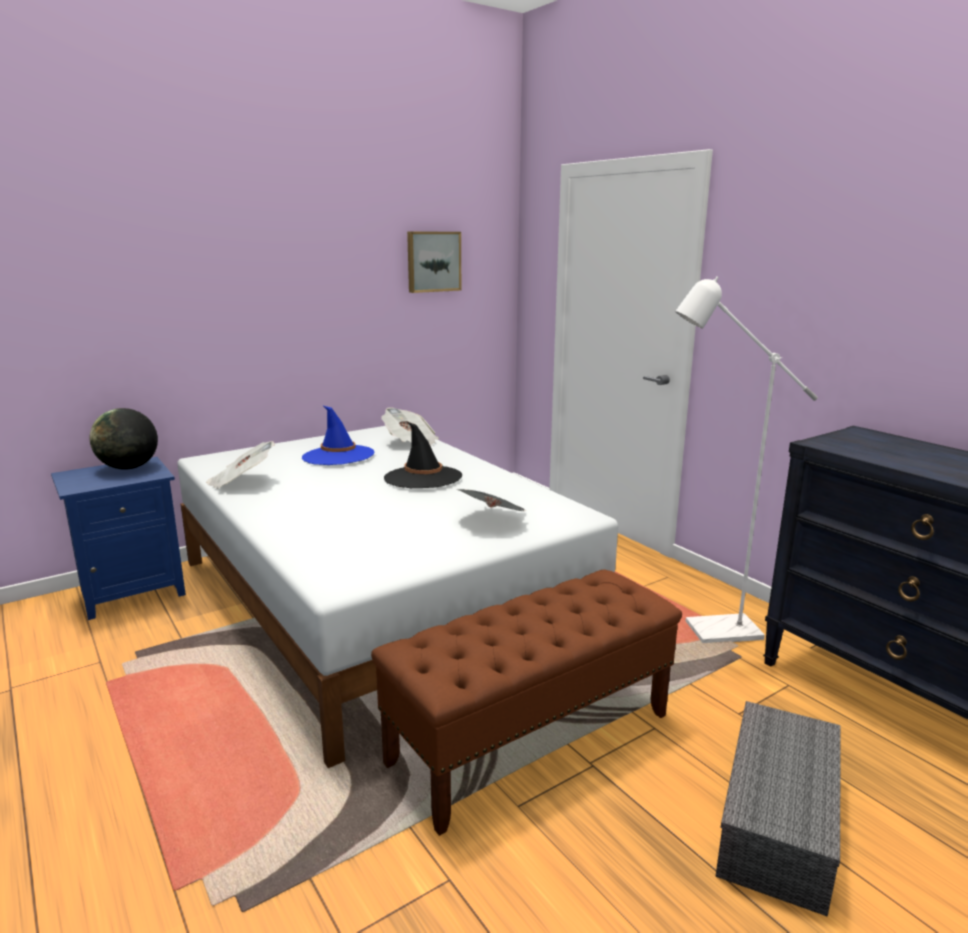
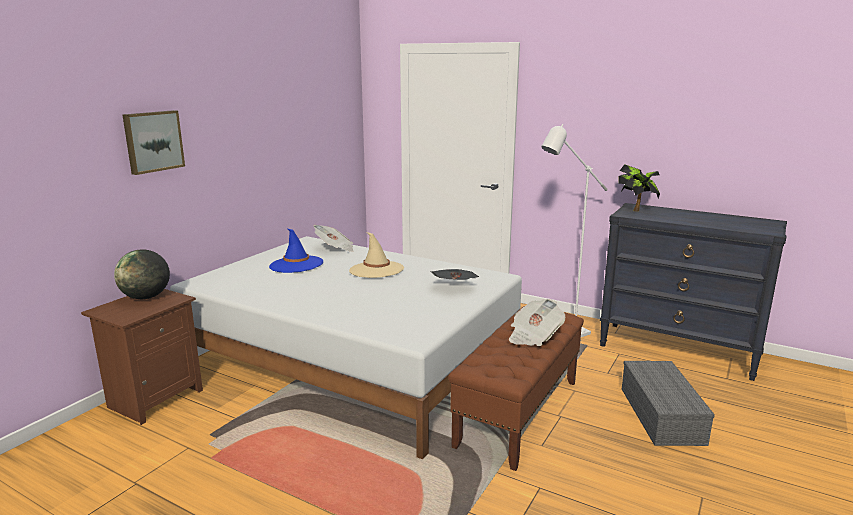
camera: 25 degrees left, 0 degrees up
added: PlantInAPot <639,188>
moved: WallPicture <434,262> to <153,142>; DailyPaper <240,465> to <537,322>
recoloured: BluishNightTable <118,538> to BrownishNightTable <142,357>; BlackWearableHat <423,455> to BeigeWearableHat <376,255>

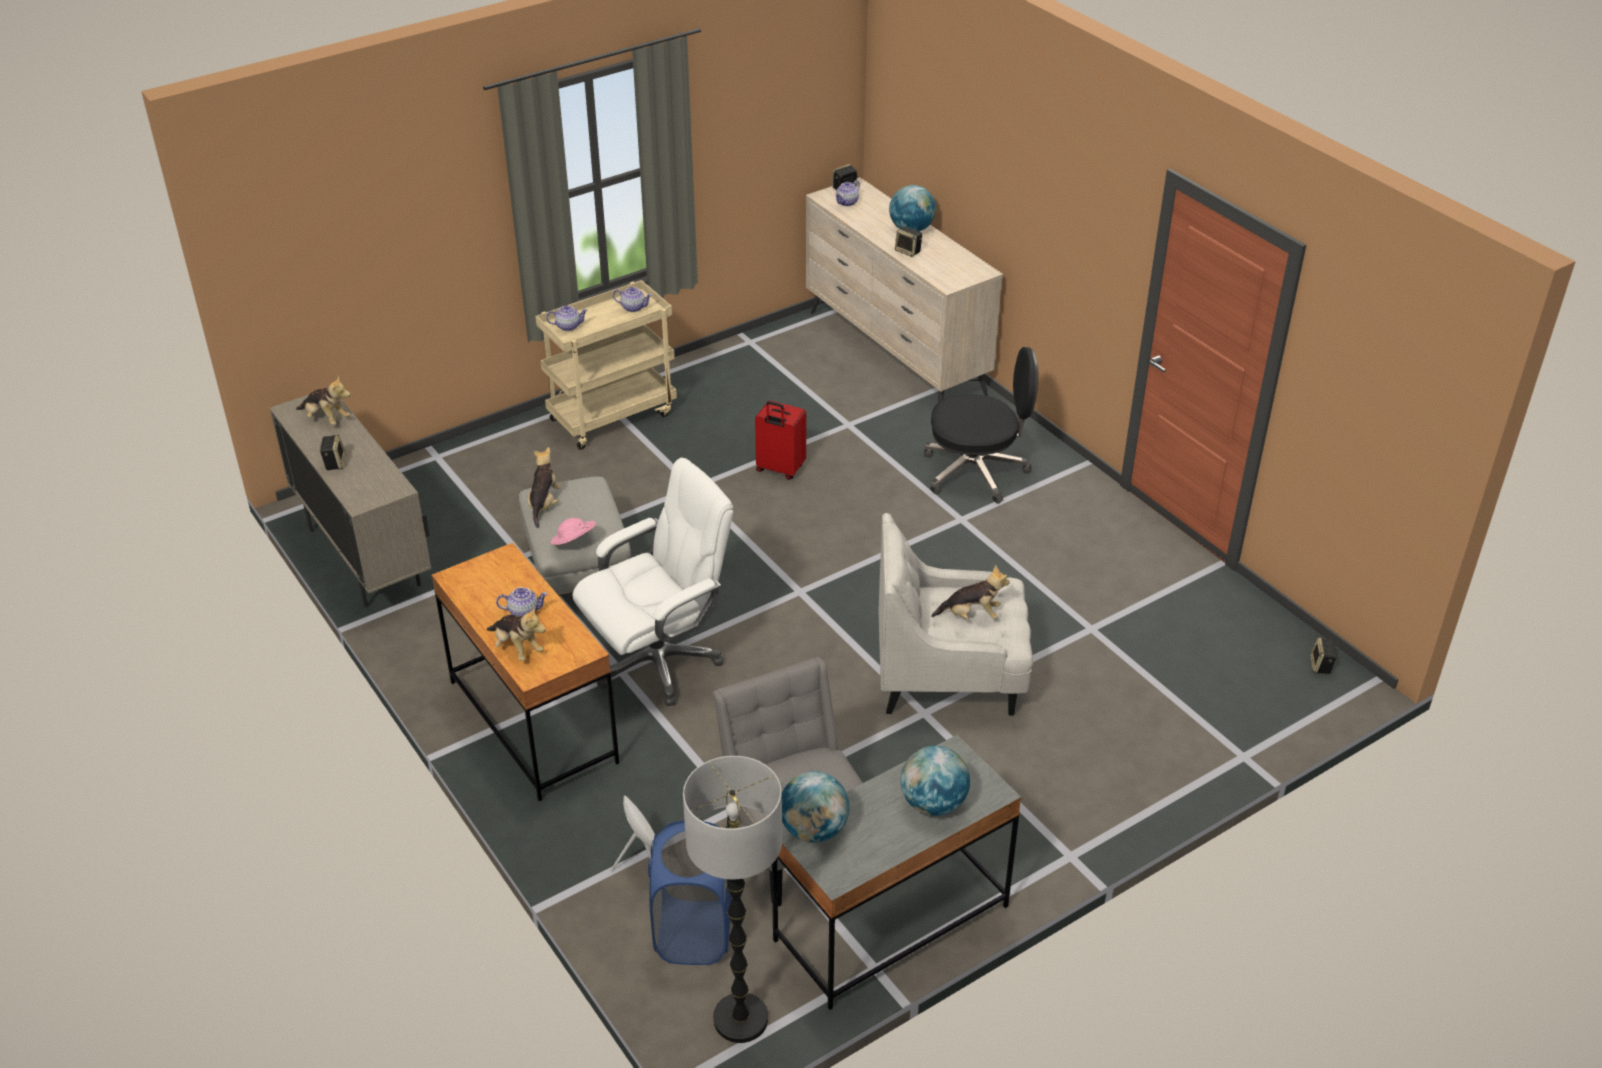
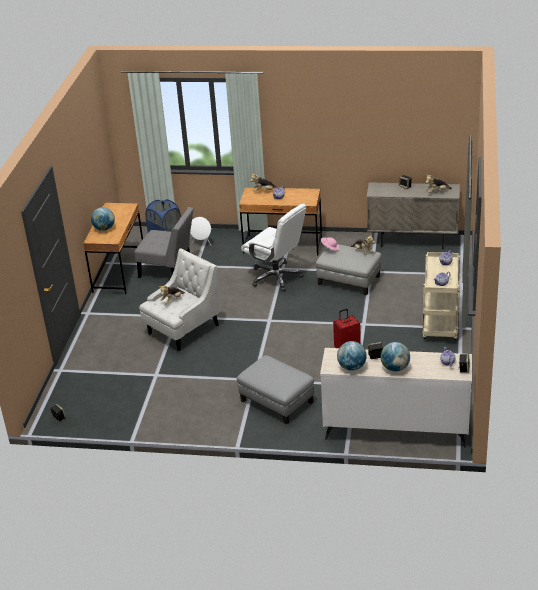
camera: 135 degrees right, 5 degrees down
removed: FloorLamp <732,899>
moved: Globe <815,807> to <352,356>
replaced: BlackComputerChair <981,425> to GreyishPouffe <275,390>
recoloured: GreyishDeskUnit <897,872> to BrownishDeskUnit <113,248>
turned: WhiteColouredComputerChair <653,582> = <273,247> 60 degrees counterclockwise

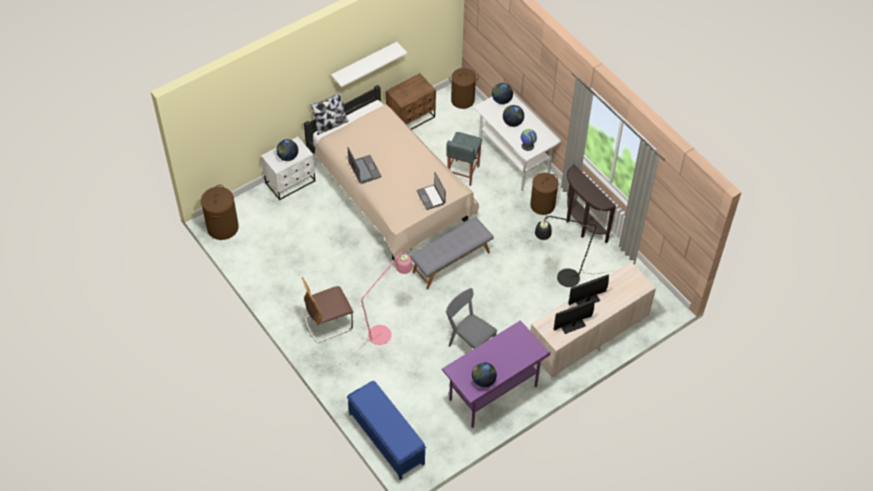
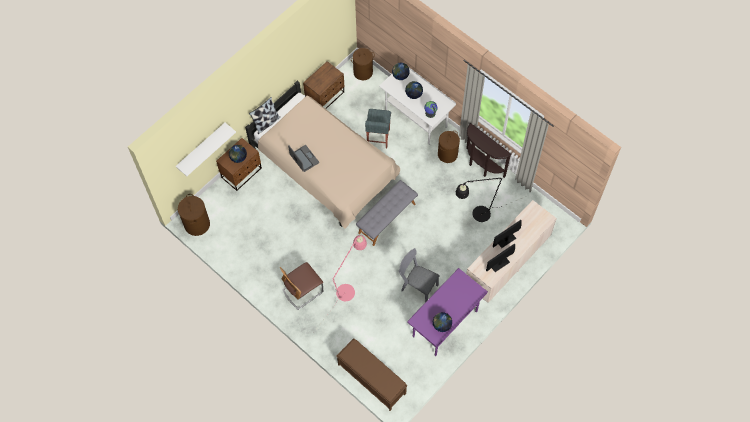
camera: 10 degrees left, 10 degrees up
removed: NotebookComputer <431,191>
moved: WhiteColouredBracketShelf <369,64> to <206,149>
recoloured: WhiteColouredNightTable <288,168> to BrownishNightTable <239,164>; BluishLongSeat <386,430> to BrownishLongSeat <372,374>

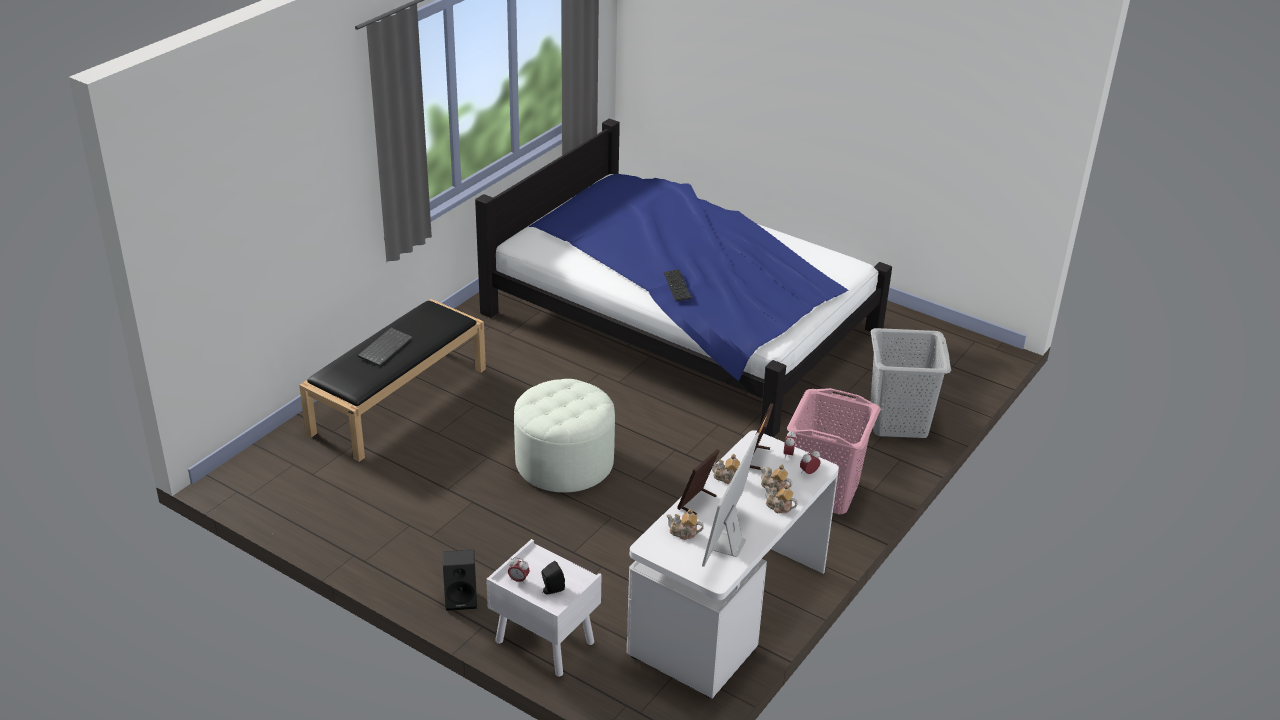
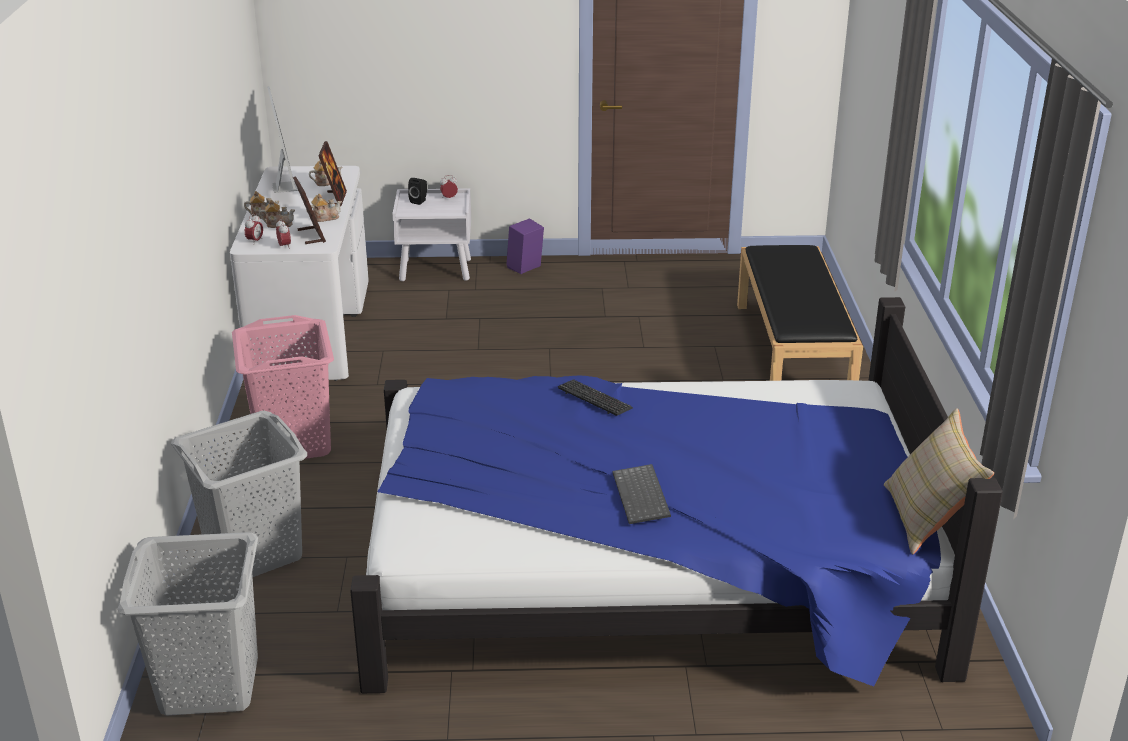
camera: 145 degrees right, 5 degrees down
removed: WhiteColouredPouffe <564,436>
added: GreyishLaundryBasket <188,624>; BeigePillow <939,481>
moved: ComputerKeyboard <385,347> to <641,494>
recoloured: BlackSpeaker <459,580> to PurplishSpeaker <525,246>

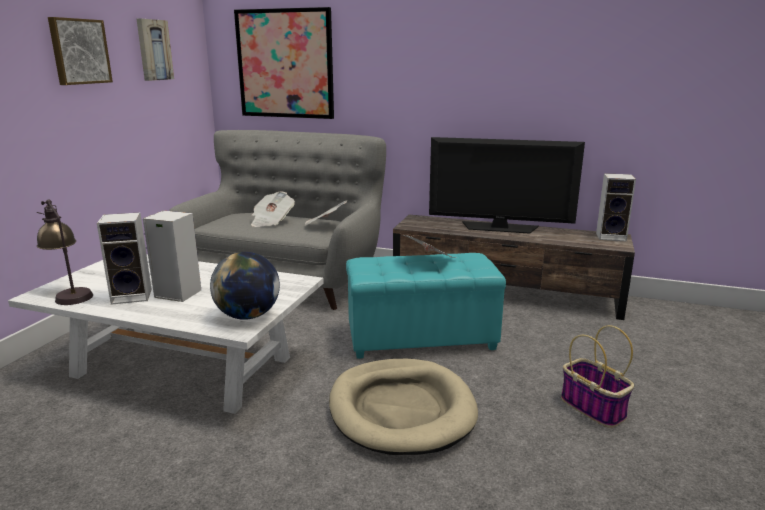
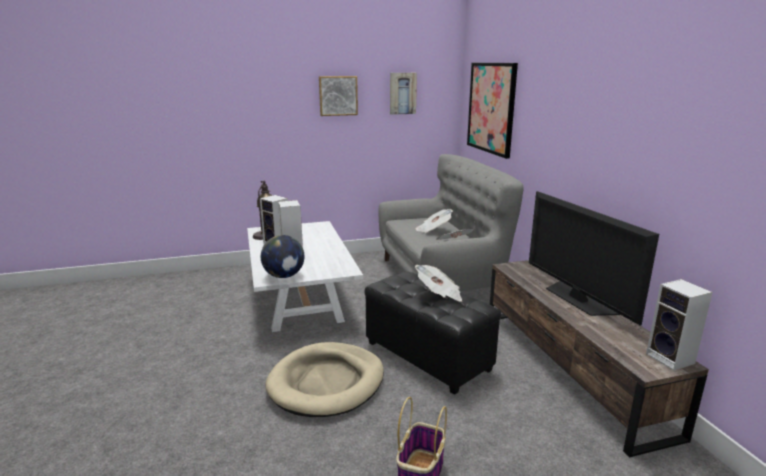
camera: 55 degrees right, 0 degrees up
recoloured: TurquoiseColouredPouffe <426,306> to BlackPouffe <433,333>

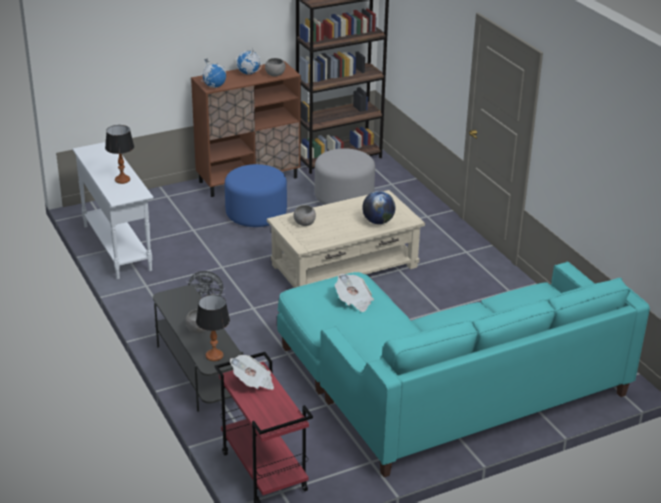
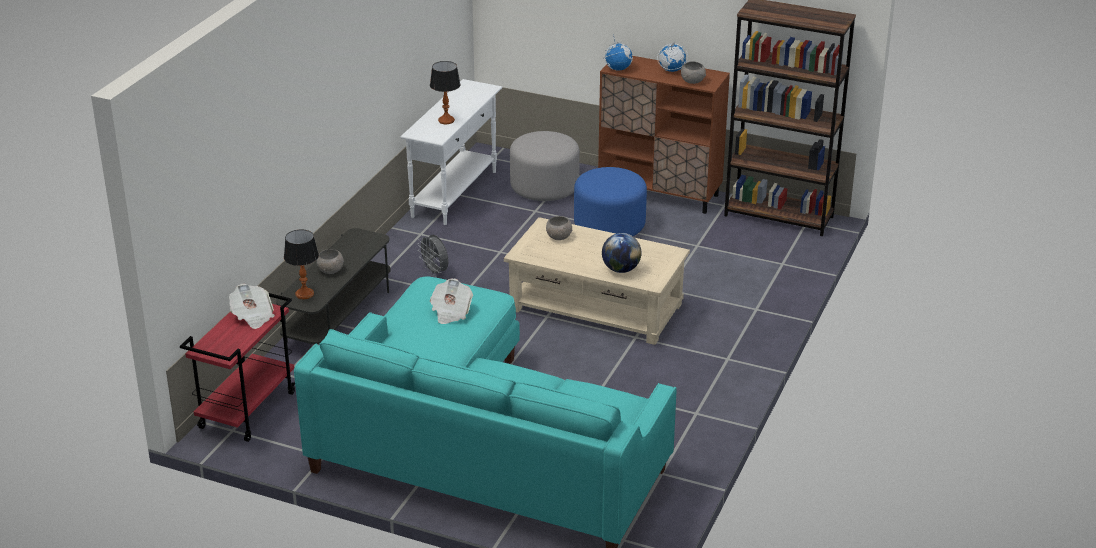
camera: 50 degrees right, 0 degrees up
moved: GreyishPouffe <345,176> to <545,166>

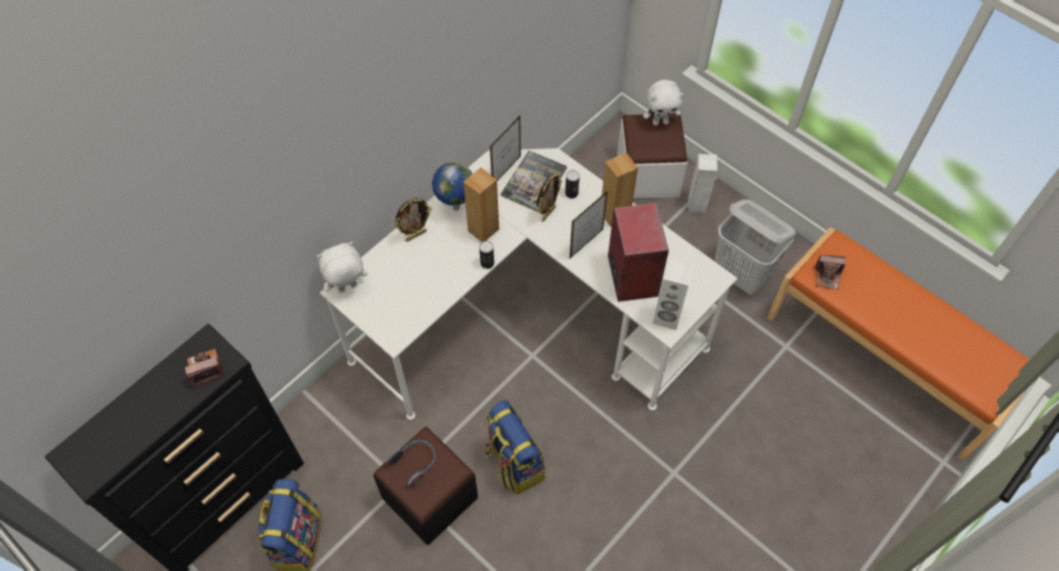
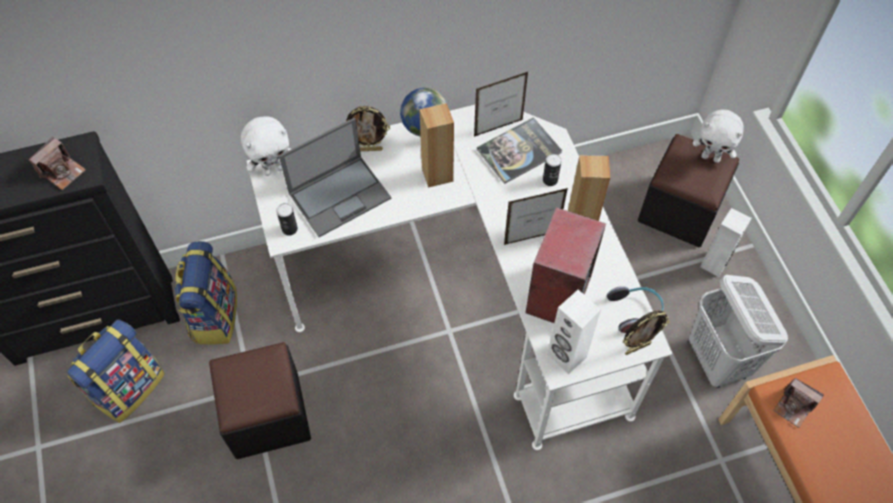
camera: 30 degrees right, 0 degrees up
added: NotebookComputer <335,177>
moved: Rucksack <515,447> to <206,293>; Can <486,255> to <287,219>; Headphones <411,463> to <635,309>; PhotoFrame <549,198> to <646,333>
recoloured: WhiteColouredPouffe <652,156> to BlackPouffe <689,190>
turned: StillCamera <205,368> = <57,163> 120 degrees clockwise; WhiteColouredPlushToy <342,267> = <266,146> 150 degrees clockwise

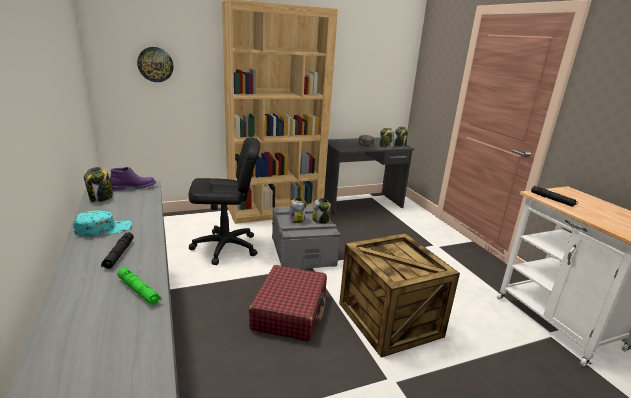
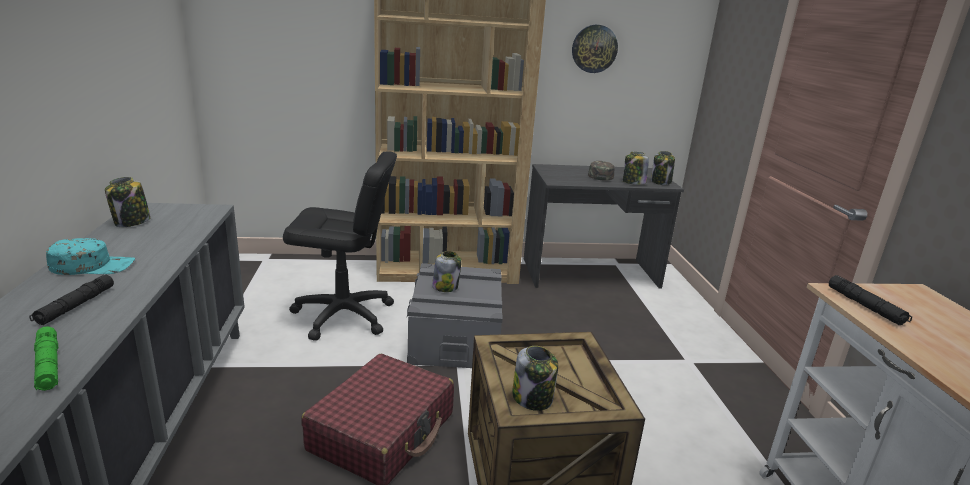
camera: 15 degrees right, 0 degrees up
removed: PurplishHighTopBoot <133,179>
moved: StorageJar <321,211> to <535,378>; HangingClock <155,64> to <595,49>

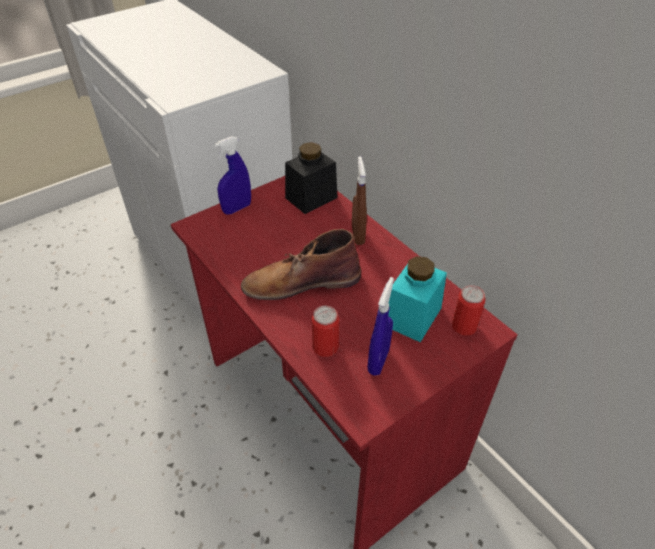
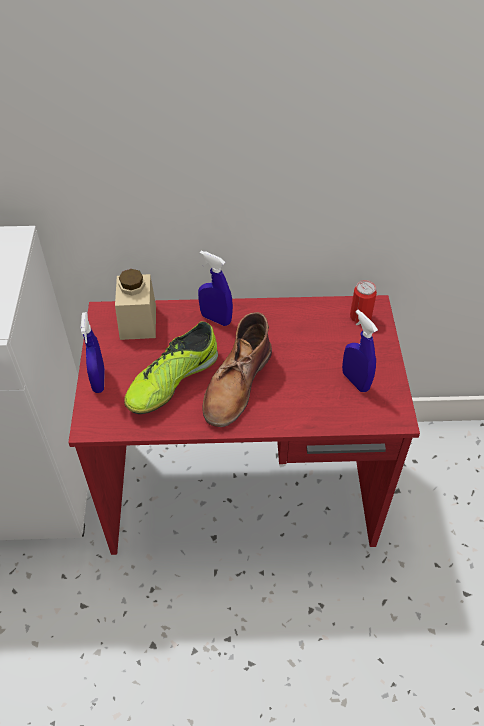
camera: 55 degrees left, 5 degrees up
removed: Can <325,331>; TurquoiseColouredStorageJar <417,299>
added: Shoe <171,367>
recoloured: BlackStorageJar <311,178> to BeigeStorageJar <135,304>; BrownishSprayer <359,200> to BluishSprayer <215,288>

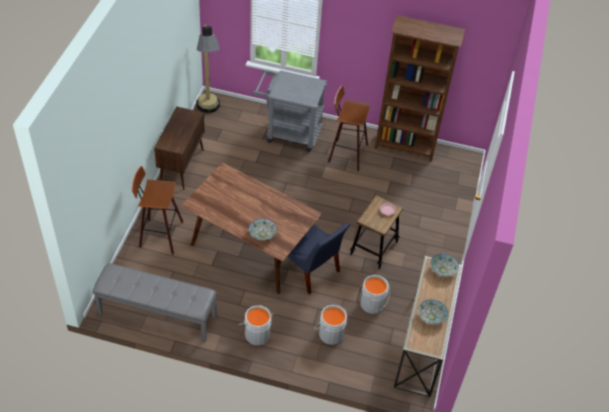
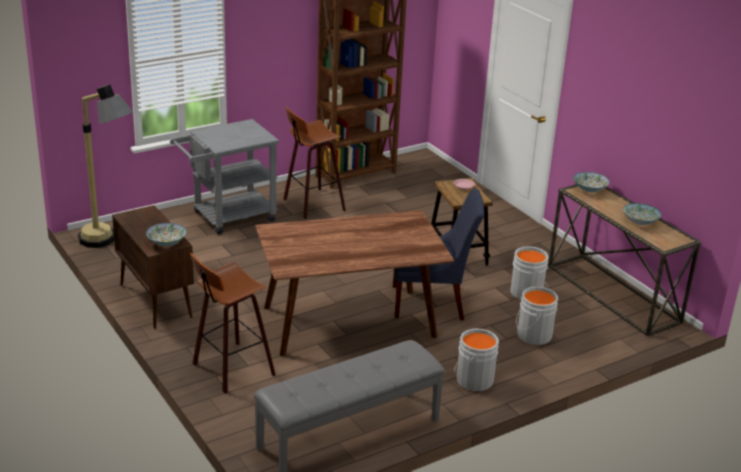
camera: 45 degrees left, 20 degrees down
moved: DeepDish <263,230> to <166,234>

